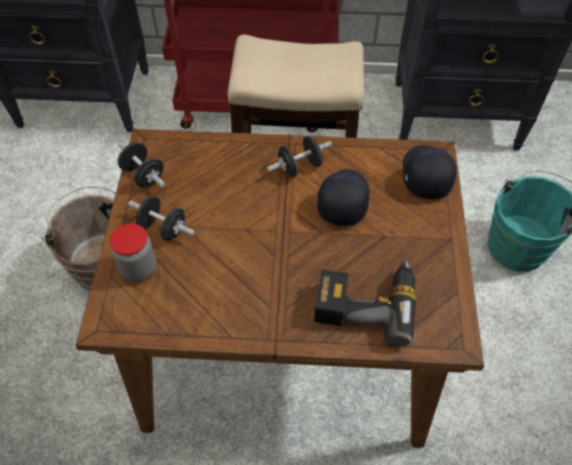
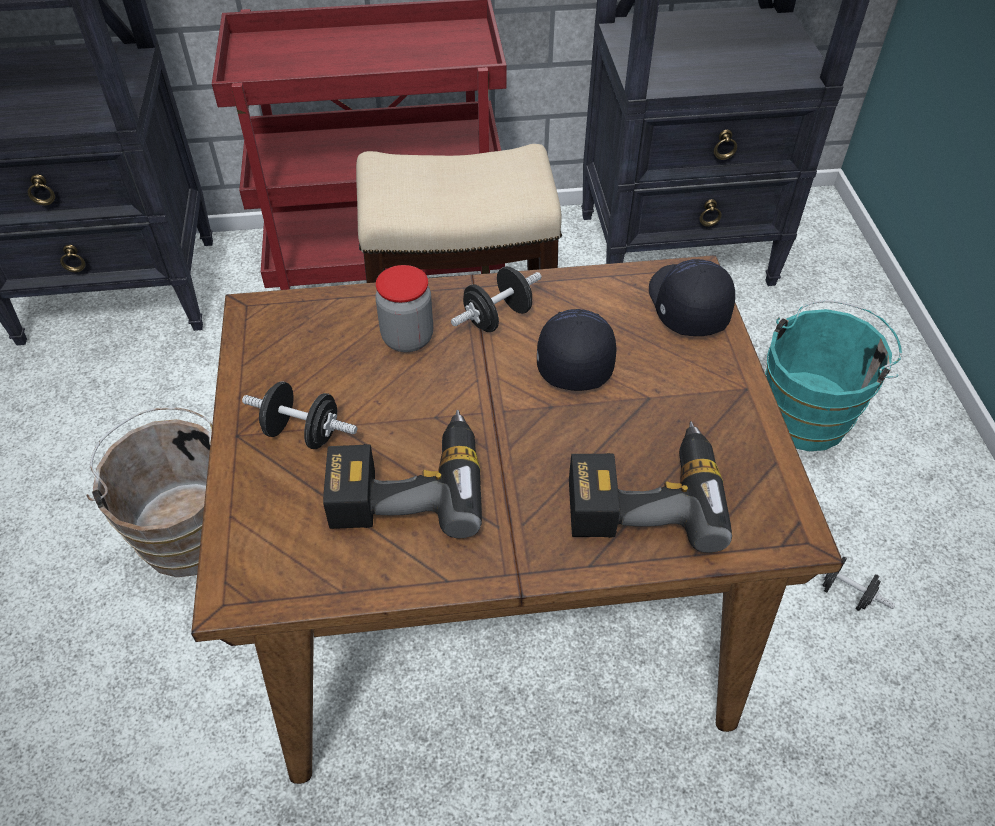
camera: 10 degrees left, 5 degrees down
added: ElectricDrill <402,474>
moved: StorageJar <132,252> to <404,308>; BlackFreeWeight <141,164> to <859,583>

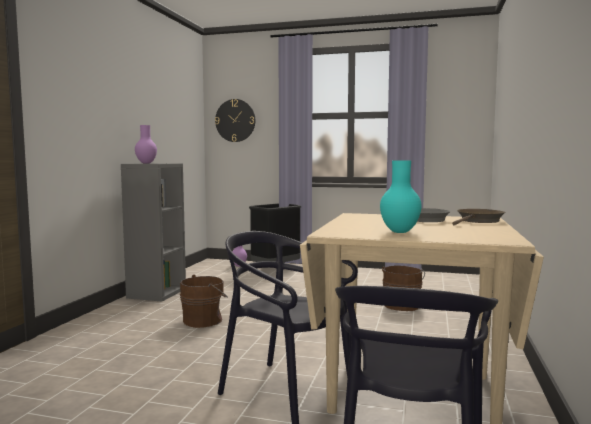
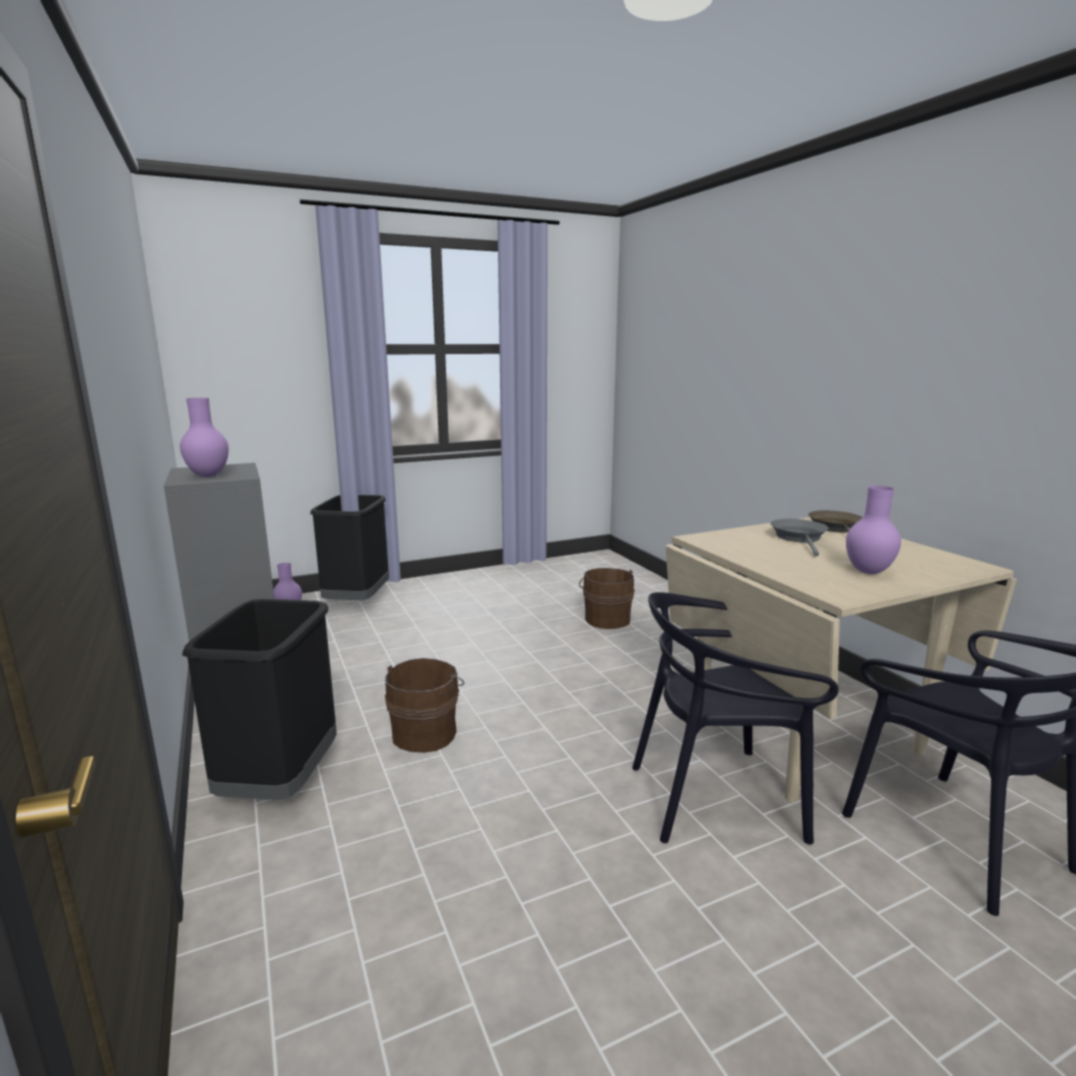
camera: 40 degrees left, 10 degrees up
removed: HangingClock <235,120>
added: BlackWasteBin <259,699>
recoloured: TurquoiseColouredDecorativeVase <401,197> to PurplishDecorativeVase <873,530>

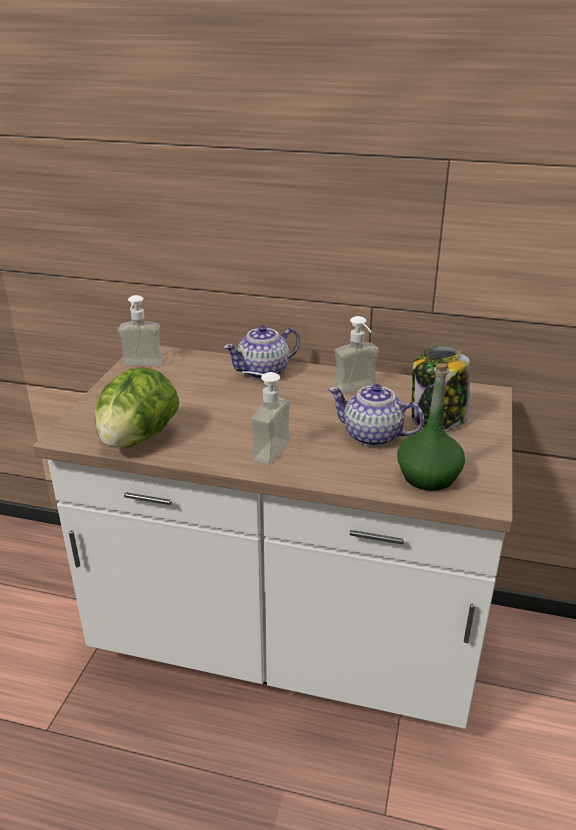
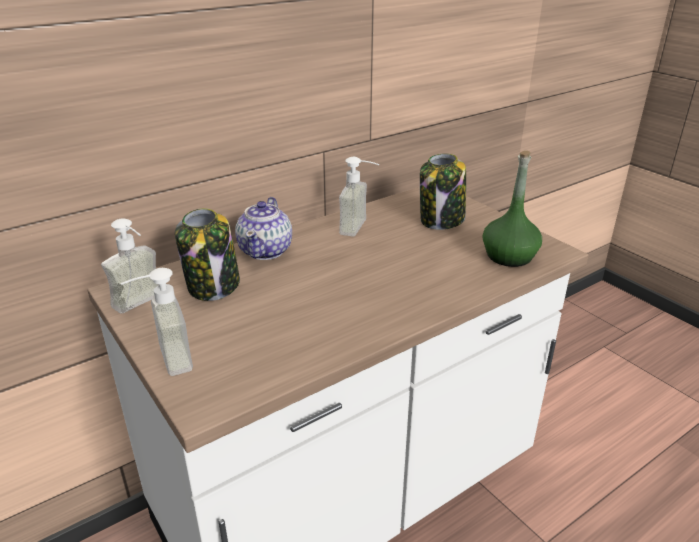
camera: 50 degrees left, 0 degrees up
removed: HeadOfLettuce <137,408>; Teapot <376,415>
added: StorageJar <207,254>
moved: SoapBottle <266,417> to <156,322>

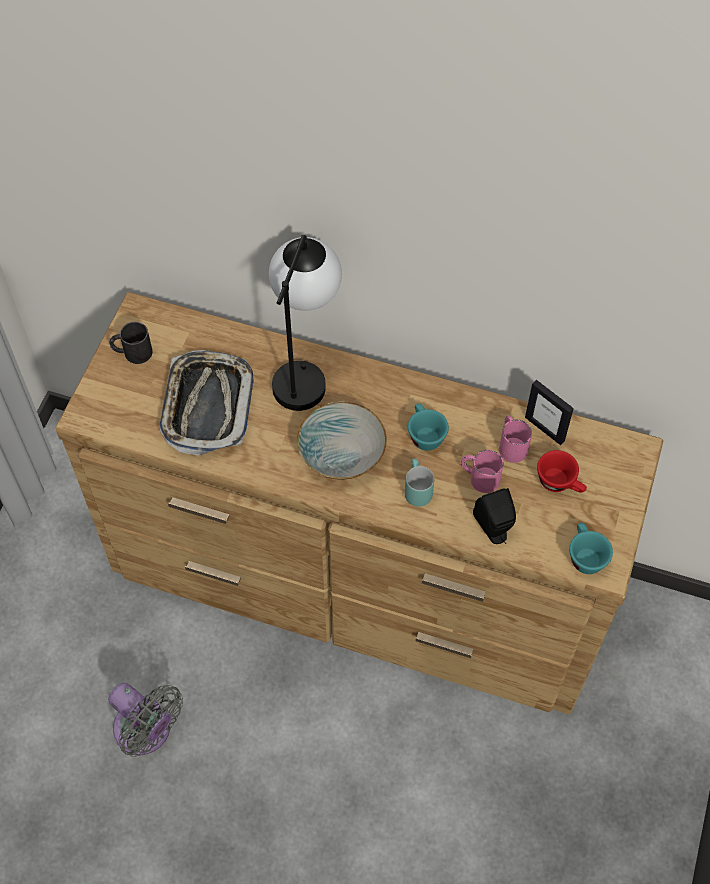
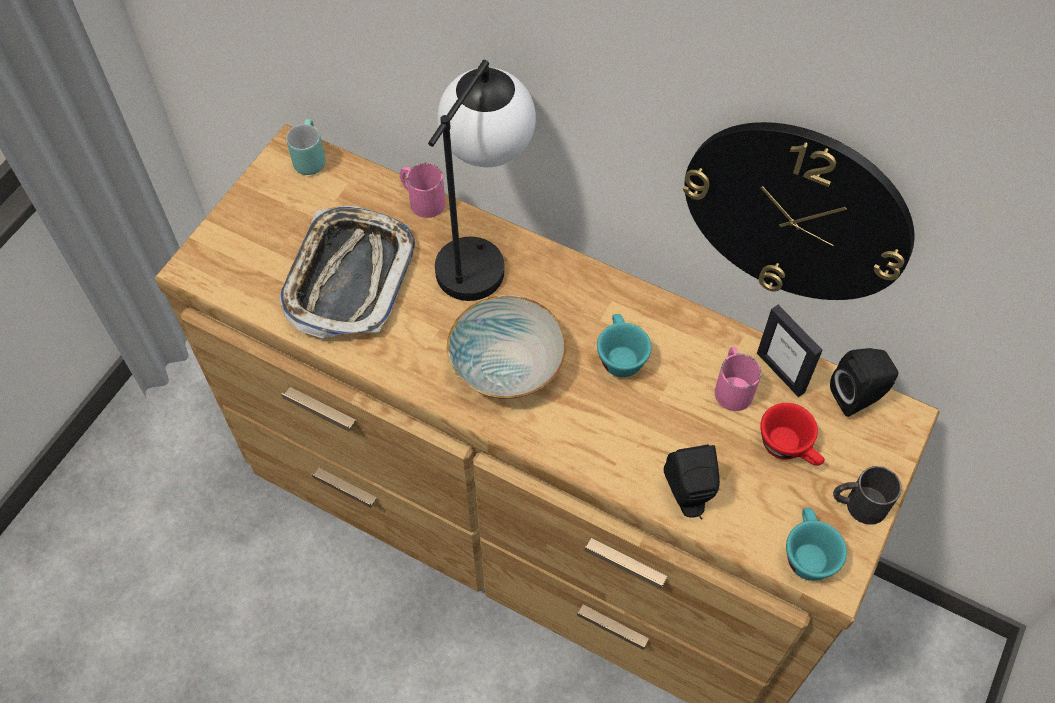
camera: 10 degrees right, 0 degrees up
removed: GreyishFan <145,720>
added: HangingClock <798,211>; BlackSpeaker <864,382>
moved: TurquoiseColouredTeaMug <419,483> to <305,147>; PinkishTeaMug <482,471> to <422,190>; BlackTeaMug <131,343> to <867,495>

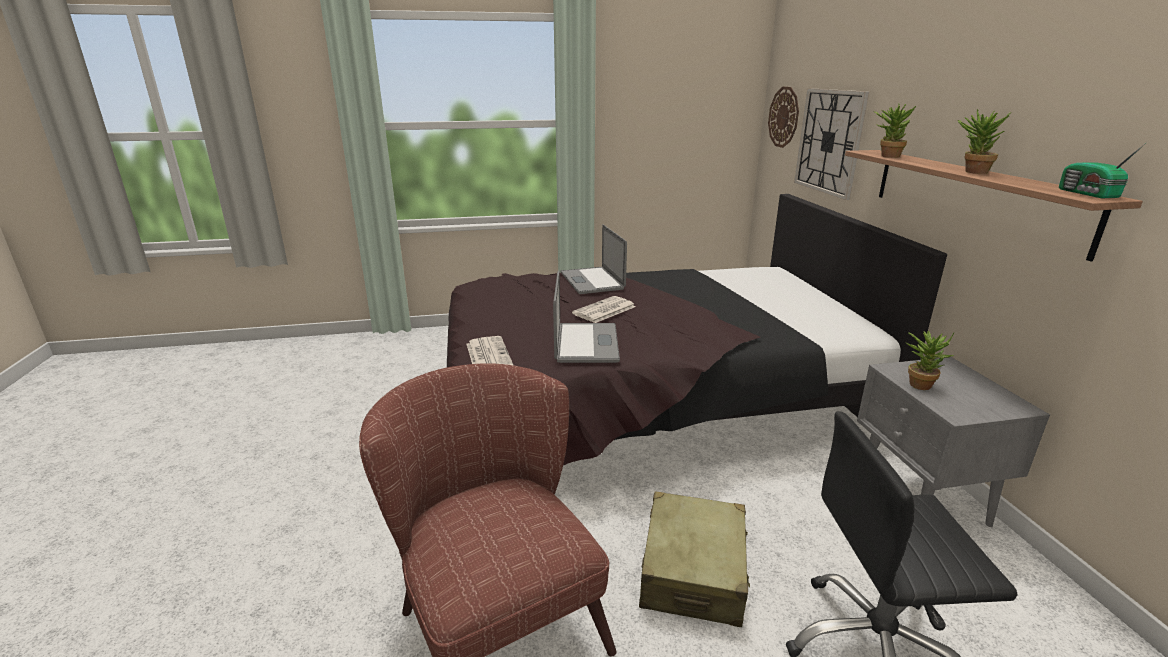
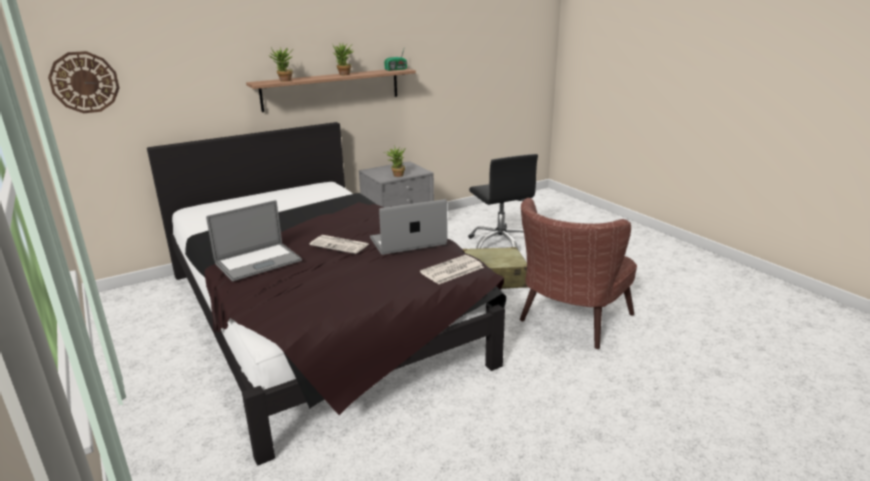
camera: 110 degrees left, 0 degrees up
removed: HangingClock <831,144>

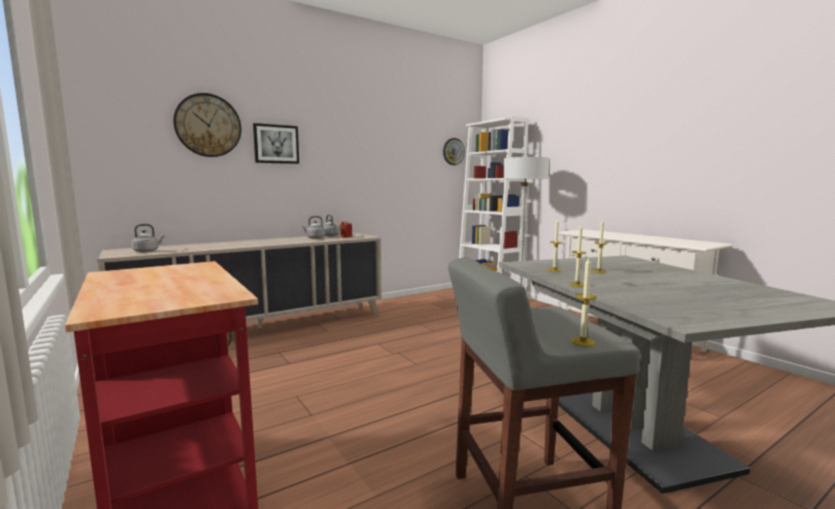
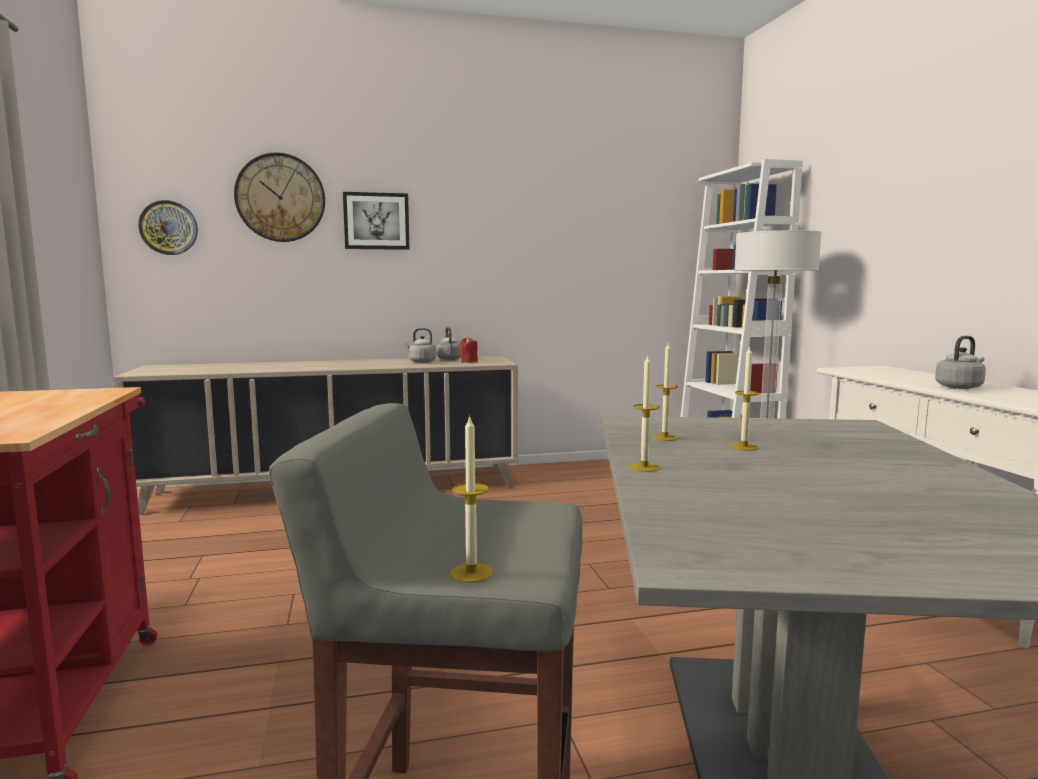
camera: 20 degrees right, 0 degrees up
moved: HangingClock <454,151> to <168,227>; GreyishKettle <148,238> to <960,362>

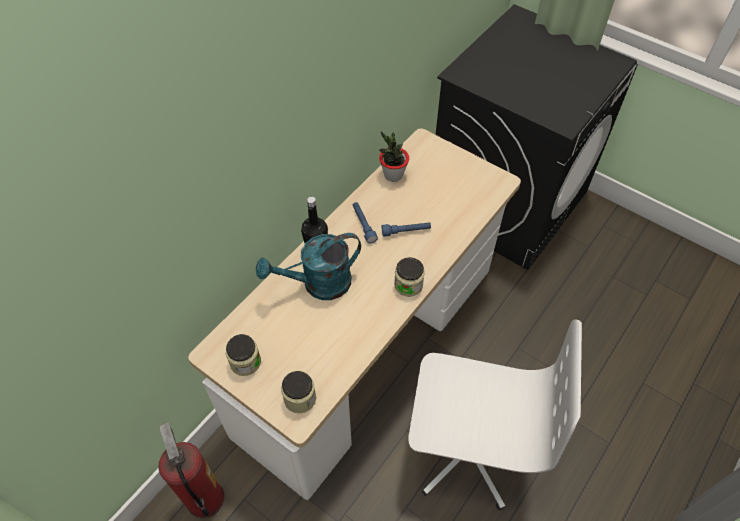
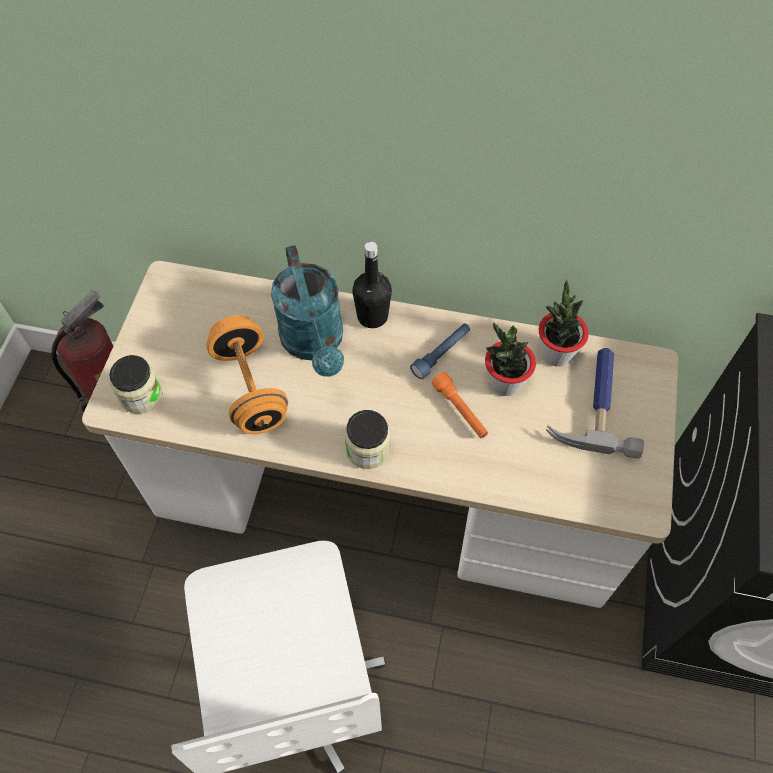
camera: 65 degrees right, 5 degrees up
removed: StorageJar <243,355>
added: OrangeFreeWeight <247,374>; PlantInAPot <510,359>; ToolHammer <595,403>
recoloured: BluishFlashlight <406,229> to OrangeFlashlight <460,405>
turned: TurquoiseColouredSprinklingCan <308,266> = <307,311> 150 degrees counterclockwise

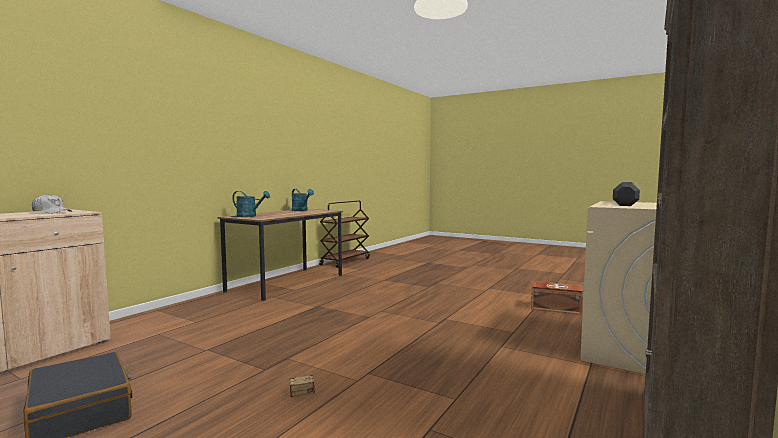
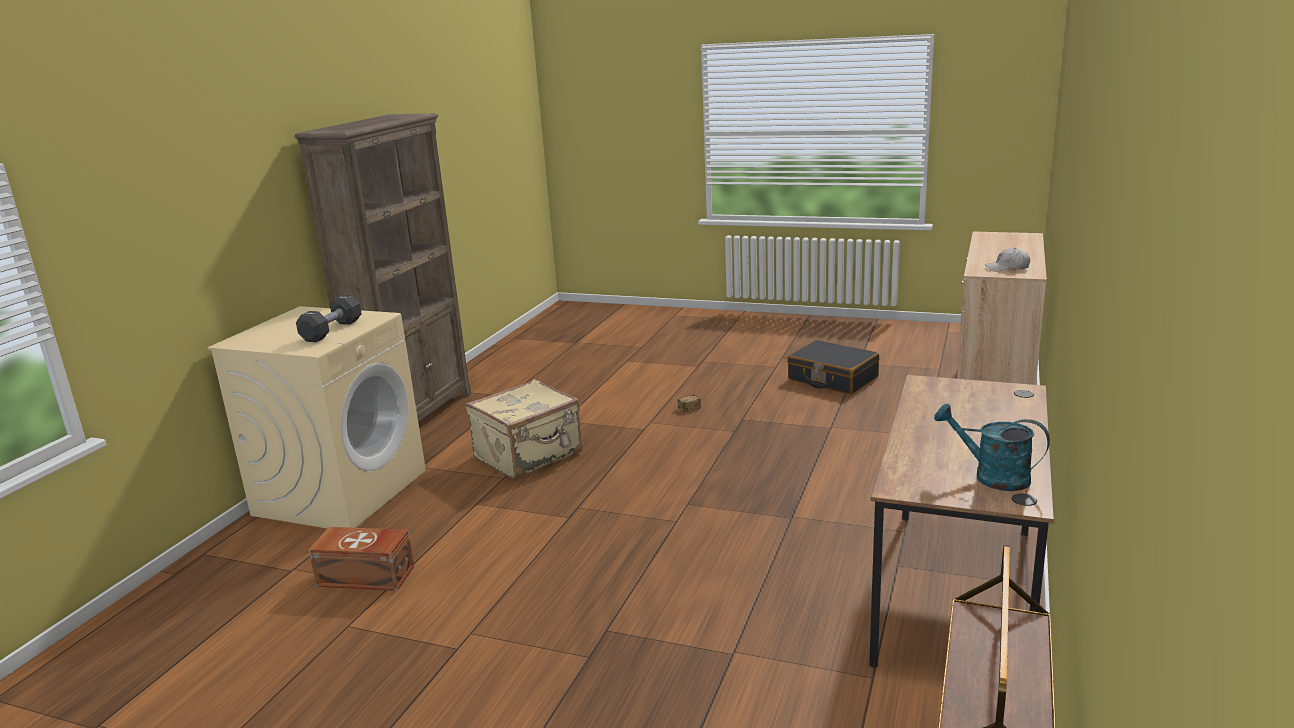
camera: 170 degrees right, 15 degrees up
removed: TurquoiseColouredSprinklingCan <251,204>
added: BeigePieceOfLuggage <524,429>

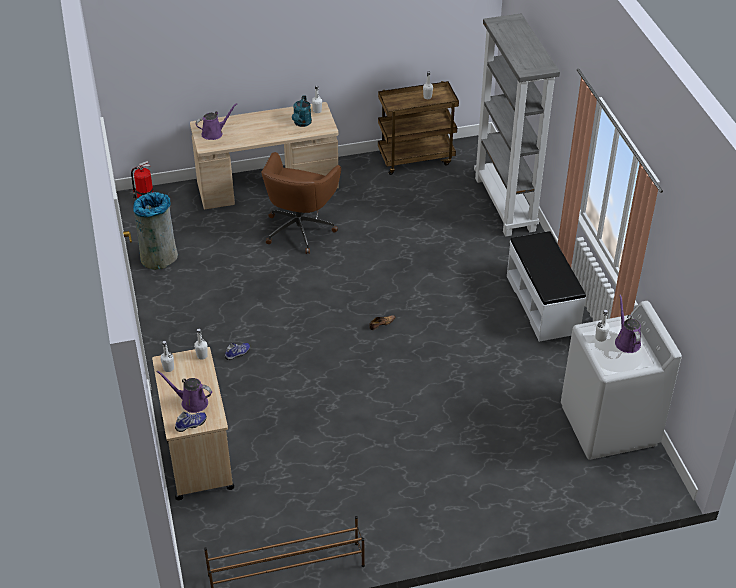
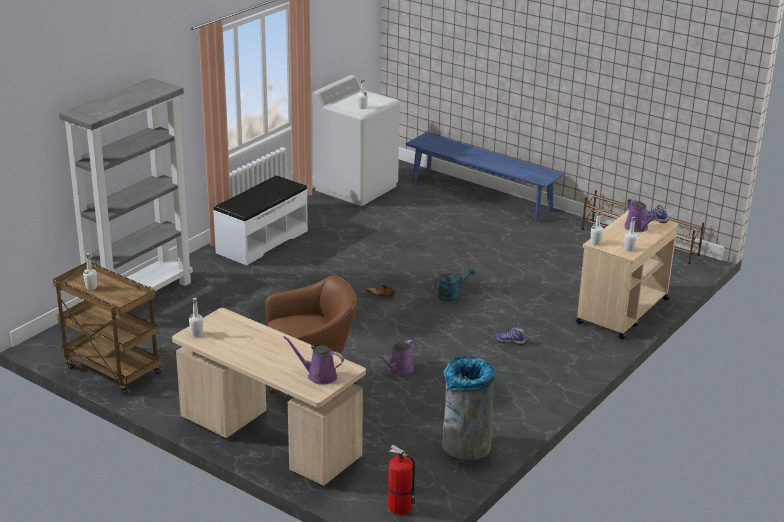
camera: 130 degrees left, 15 degrees down
added: BluishLongSeat <485,177>
moved: PurplishSprinklingCan <628,323> to <396,357>; TurquoiseColouredSprinklingCan <302,111> to <455,284>

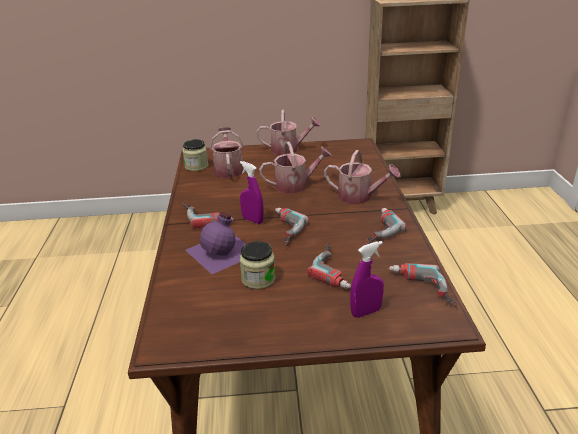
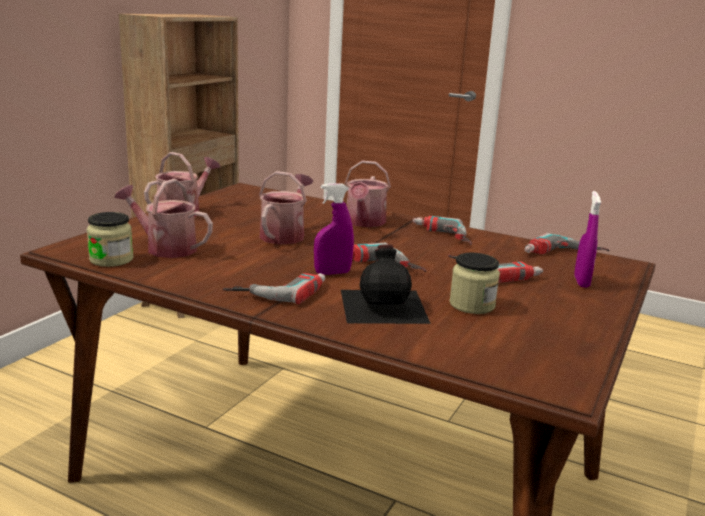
camera: 60 degrees left, 10 degrees down
recoloured: PurplishBottle <215,243> to BlackBottle <386,284>
turned: SprinklingCan <362,177> = <368,194> 135 degrees clockwise

